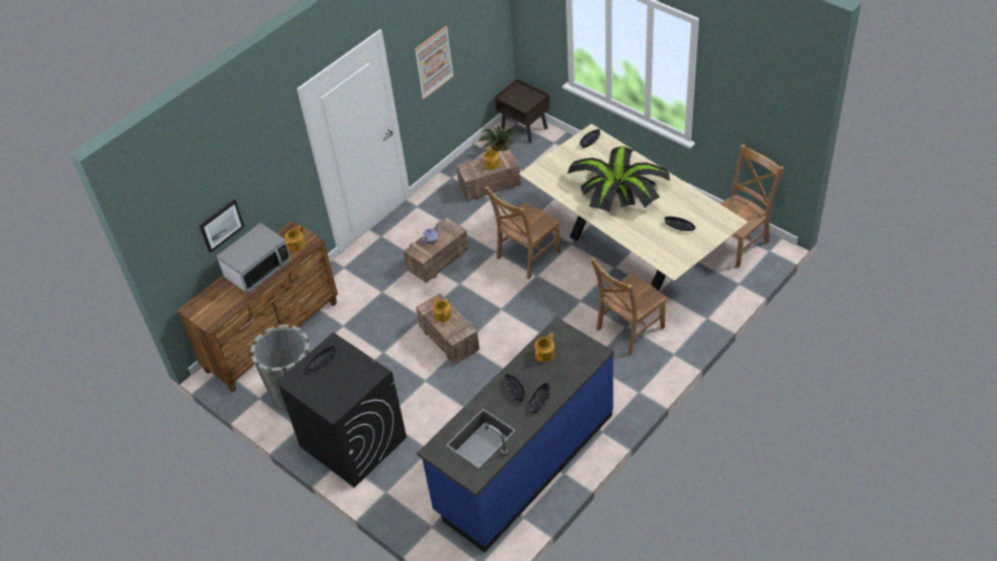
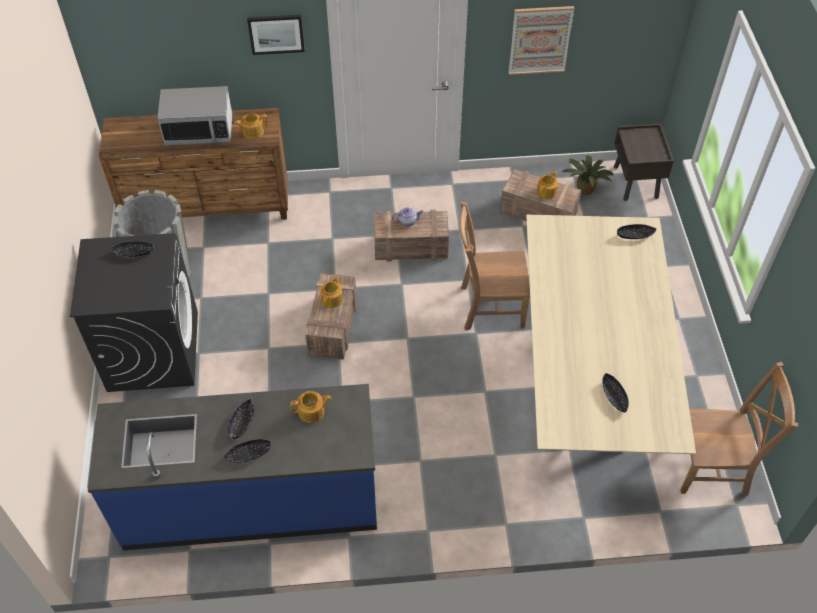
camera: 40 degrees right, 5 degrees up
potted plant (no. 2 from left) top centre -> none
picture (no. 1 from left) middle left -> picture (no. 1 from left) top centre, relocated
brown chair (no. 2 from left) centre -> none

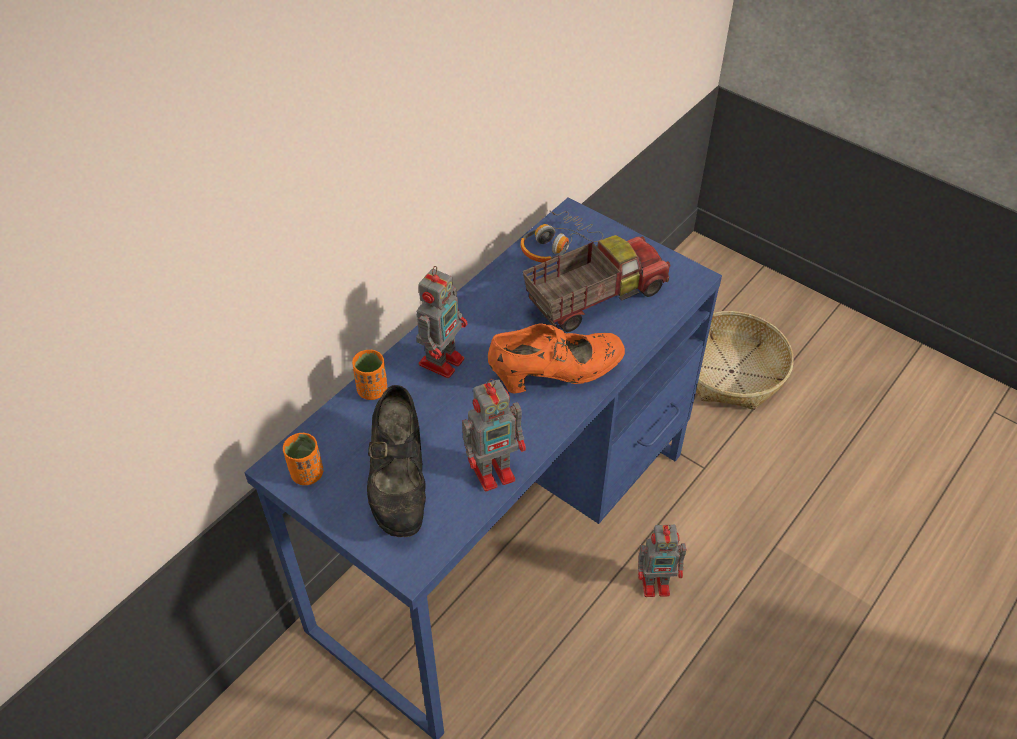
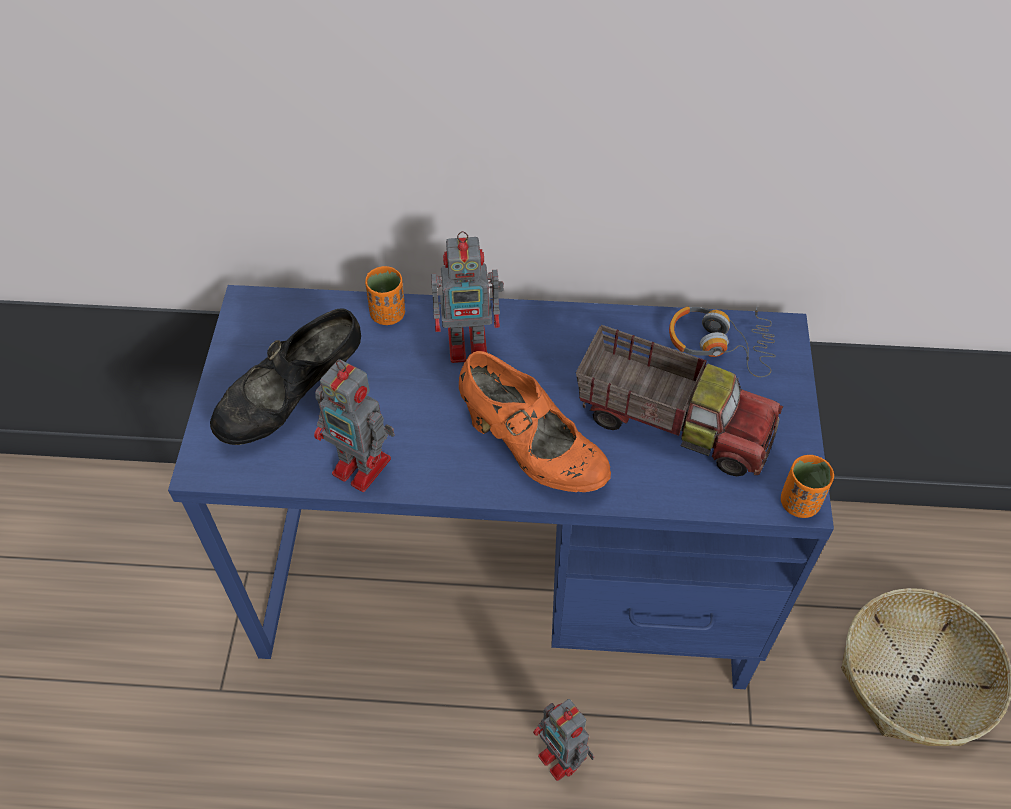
camera: 55 degrees right, 5 degrees up
orange cup (no. 1 from left in the first image) middle left -> orange cup (no. 2 from left) middle right, relocated

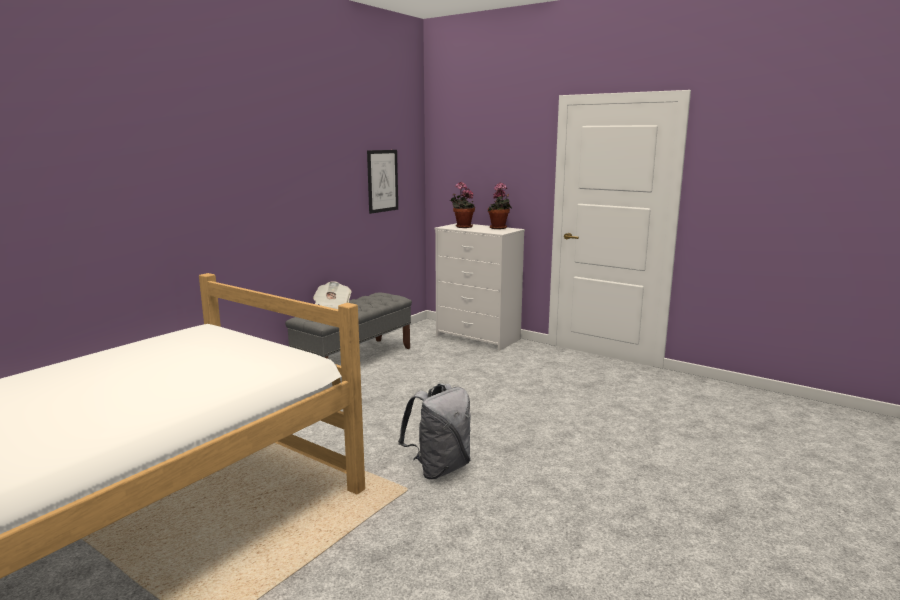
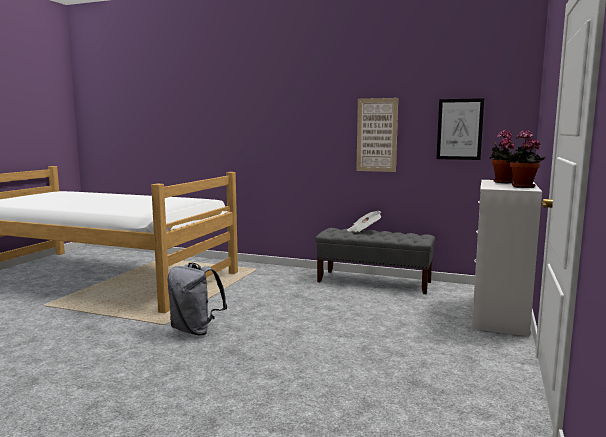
camera: 75 degrees right, 5 degrees down
none -> picture (no. 1 from left) top centre

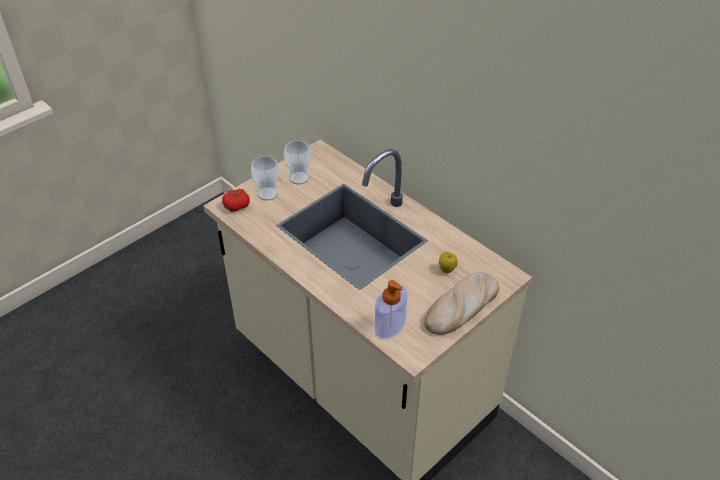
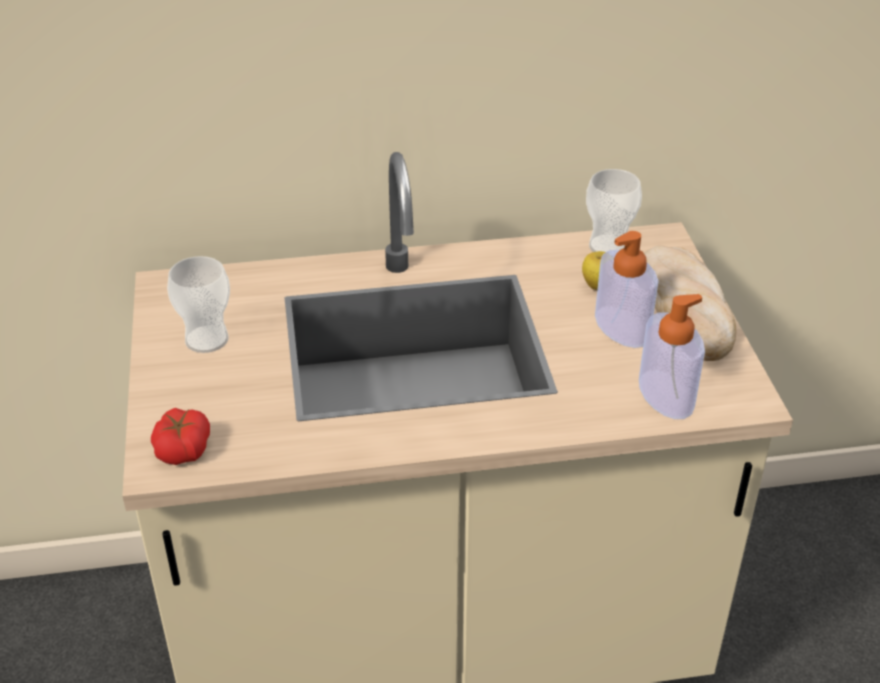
camera: 55 degrees left, 5 degrees down
cup (no. 1 from left in the first image) centre -> cup (no. 2 from left) top right, relocated
none -> soap dispenser (no. 1 from left) middle right

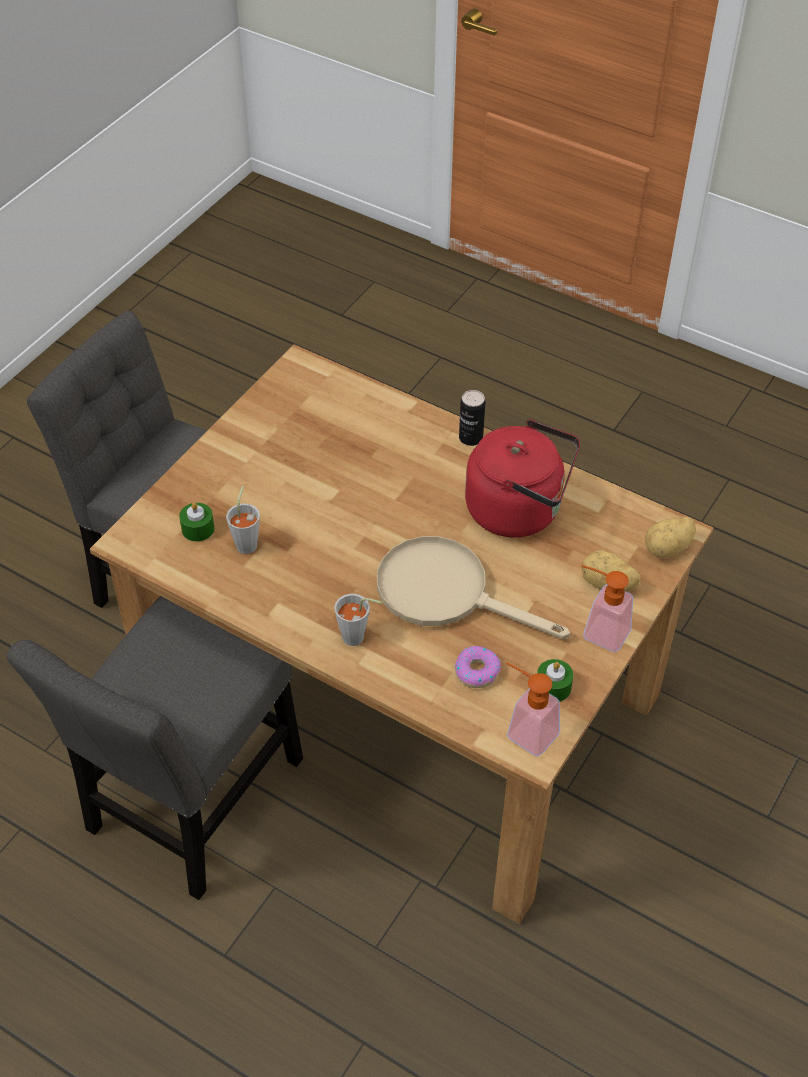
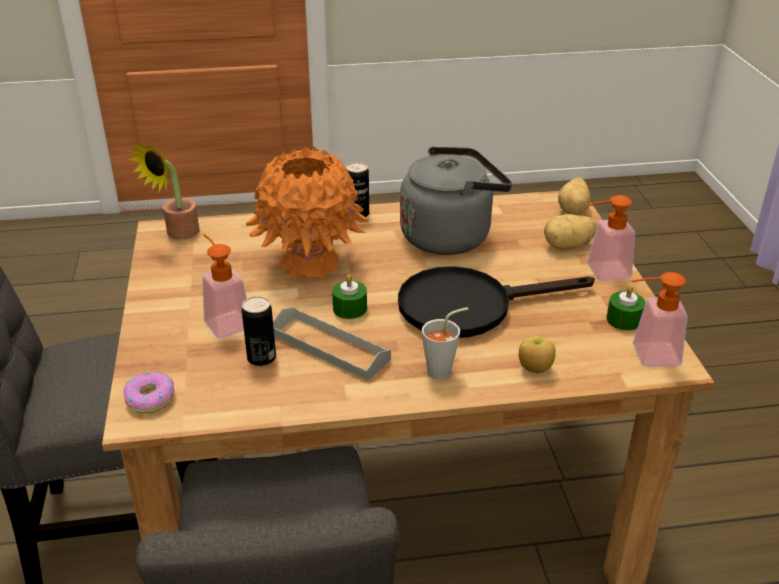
camera: 40 degrees left, 15 degrees down
red kettle centre -> grey kettle centre
grey cup (no. 1 from left) middle left -> can (no. 1 from left) middle left
green candle (no. 1 from left) middle left -> green candle (no. 1 from left) centre, relocated
beige frying pan centre -> black frying pan centre
donut centre -> donut bottom left, relocated
none -> potted plant top left
none -> orange vase centre
none -> soap dispenser (no. 1 from left) middle left
none -> grey tray centre
none -> apple middle right

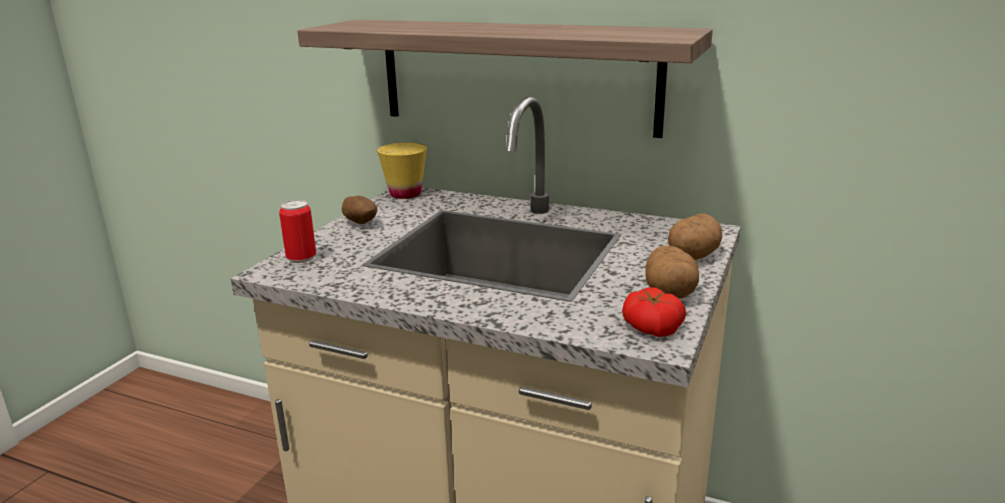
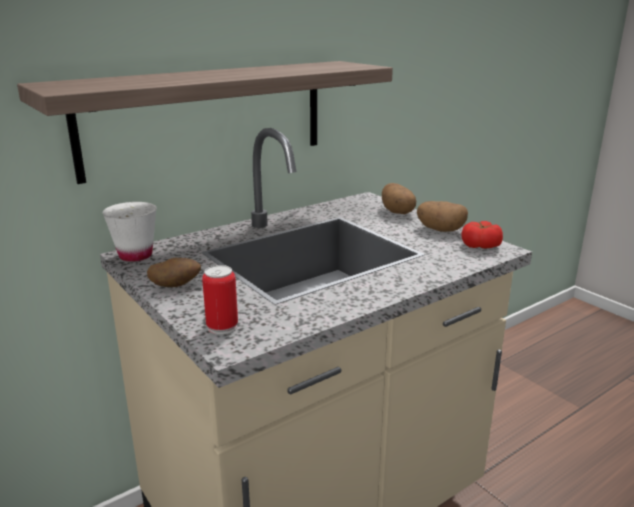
camera: 60 degrees left, 0 degrees up
yellow cup centre -> white cup middle left

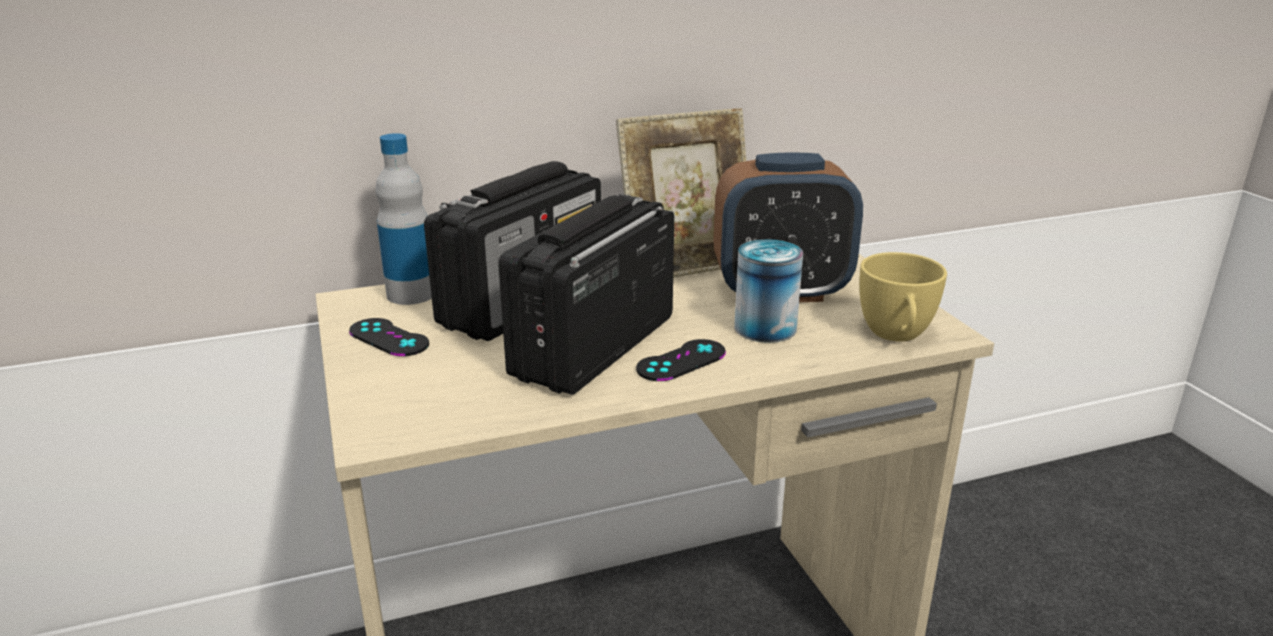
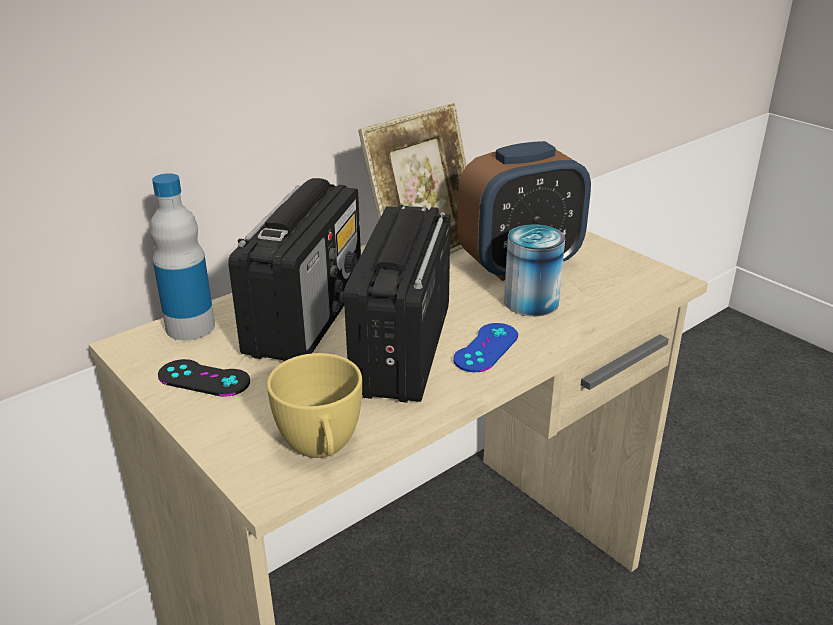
camera: 20 degrees left, 5 degrees up
yellow cup middle right -> yellow cup centre, relocated
black game controller (no. 2 from left) centre -> blue game controller centre

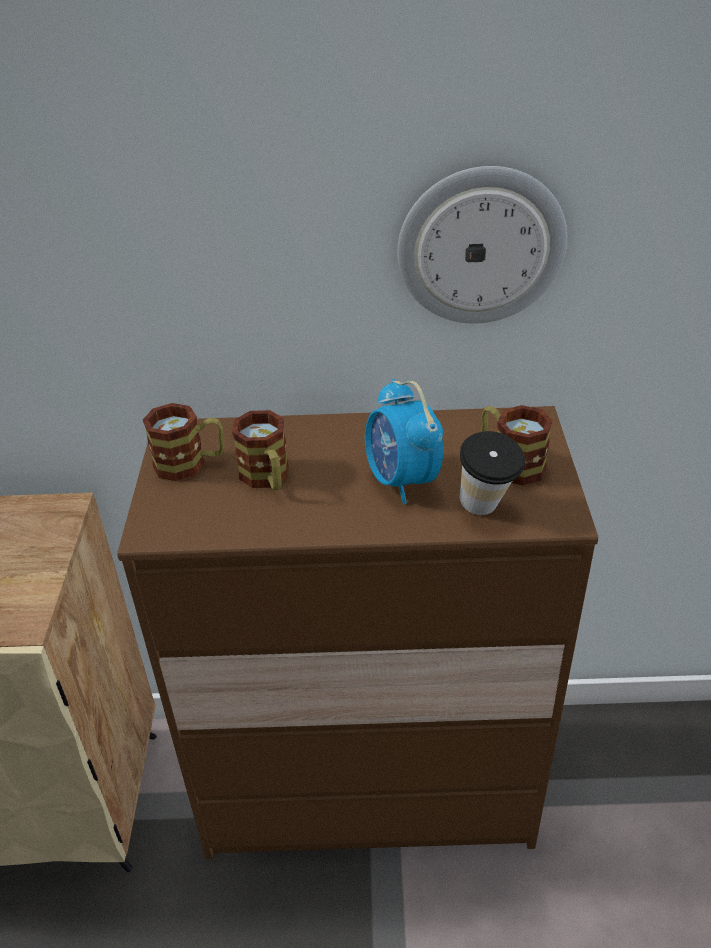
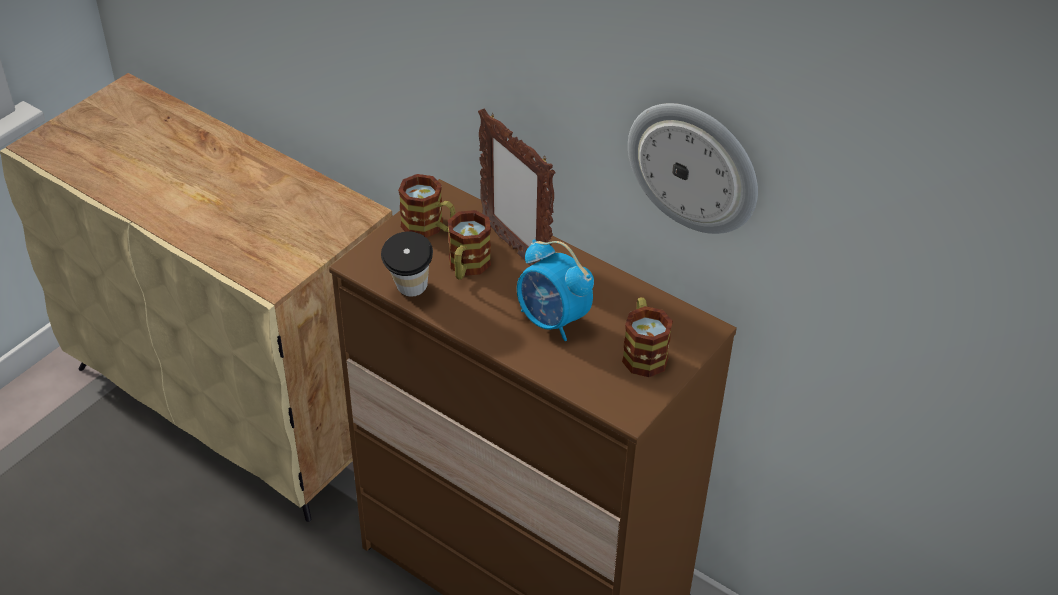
camera: 35 degrees right, 5 degrees up
alarm clock centre, 60 degrees counterclockwise
cup middle right -> cup centre, relocated
none -> picture frame top centre

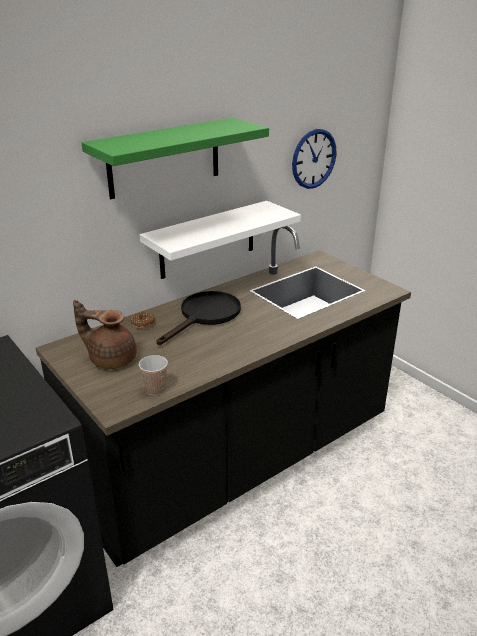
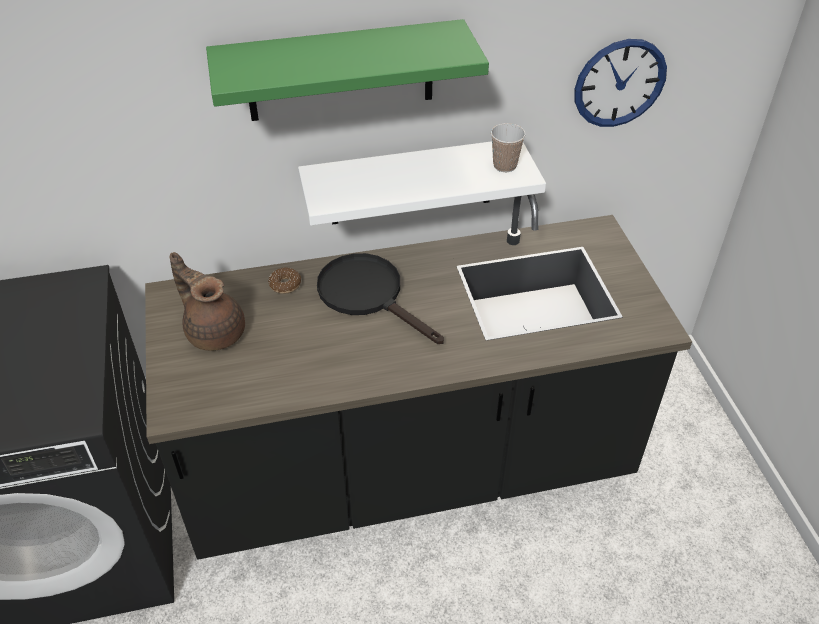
camera: 25 degrees right, 15 degrees up
black frying pan centre, 105 degrees counterclockwise
cup middle left -> cup top centre, relocated

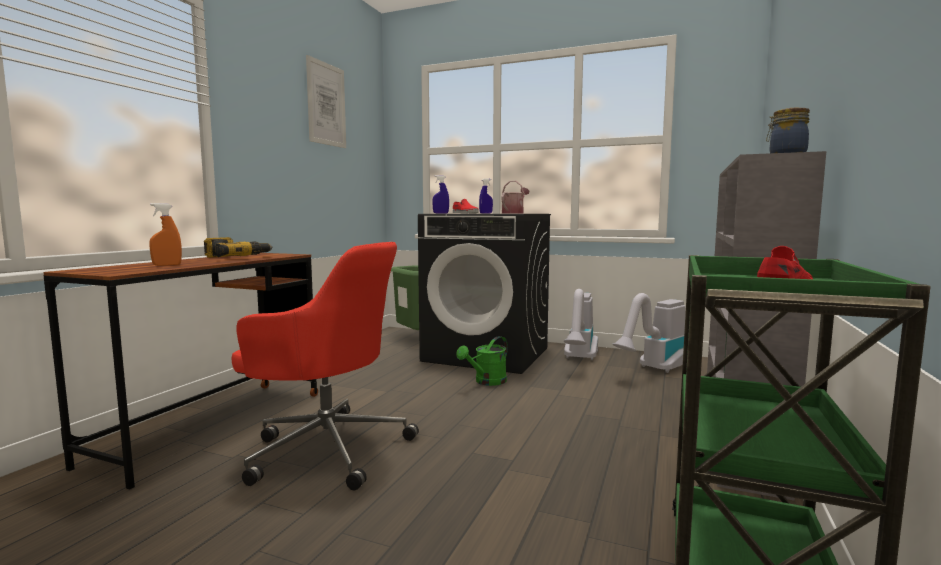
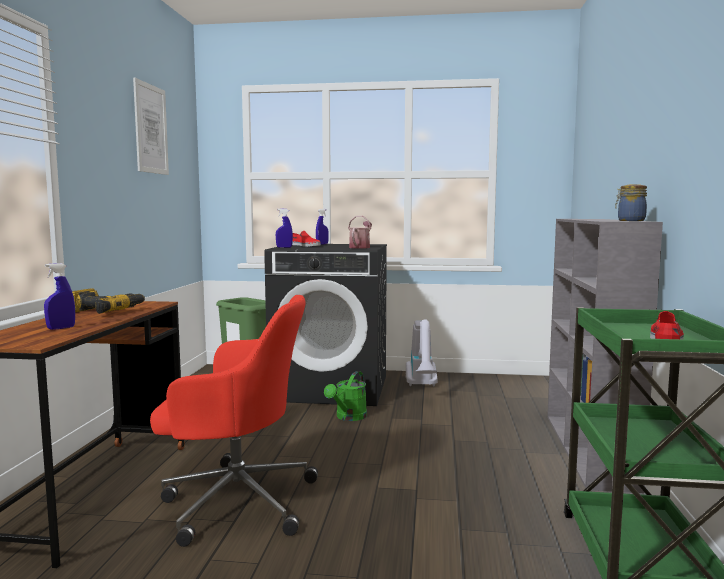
camera: 15 degrees left, 0 degrees up
orange spray bottle middle left -> blue spray bottle (no. 1 from left) middle left
vacuum cleaner (no. 2 from left) middle right -> none

